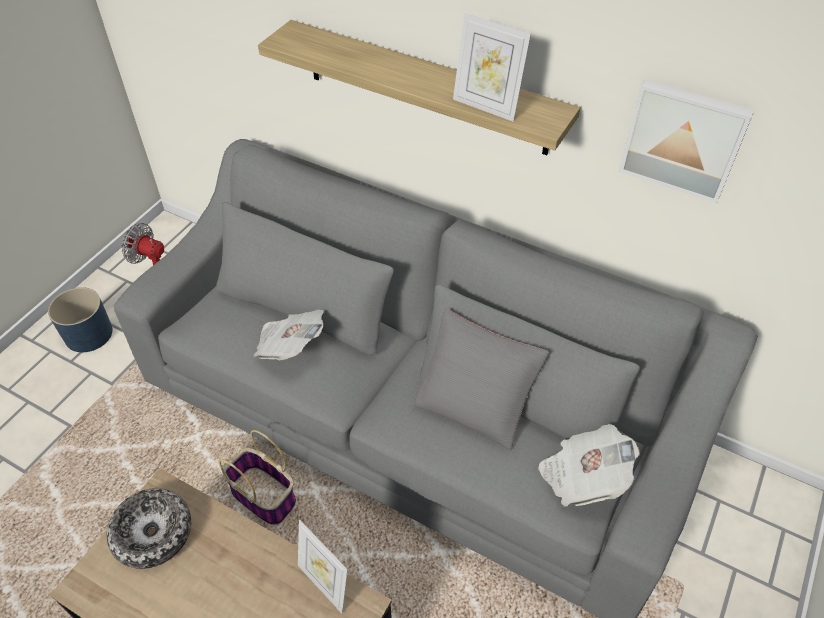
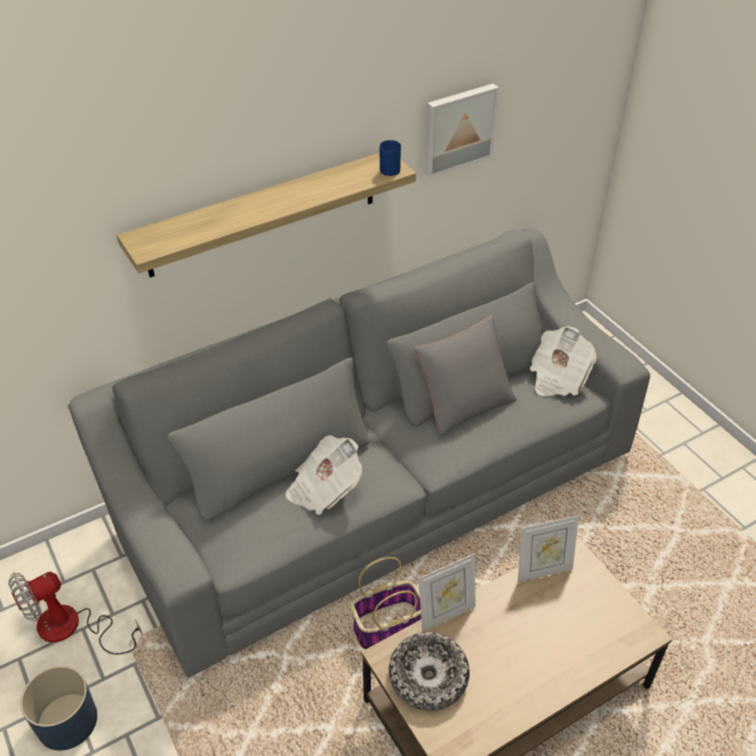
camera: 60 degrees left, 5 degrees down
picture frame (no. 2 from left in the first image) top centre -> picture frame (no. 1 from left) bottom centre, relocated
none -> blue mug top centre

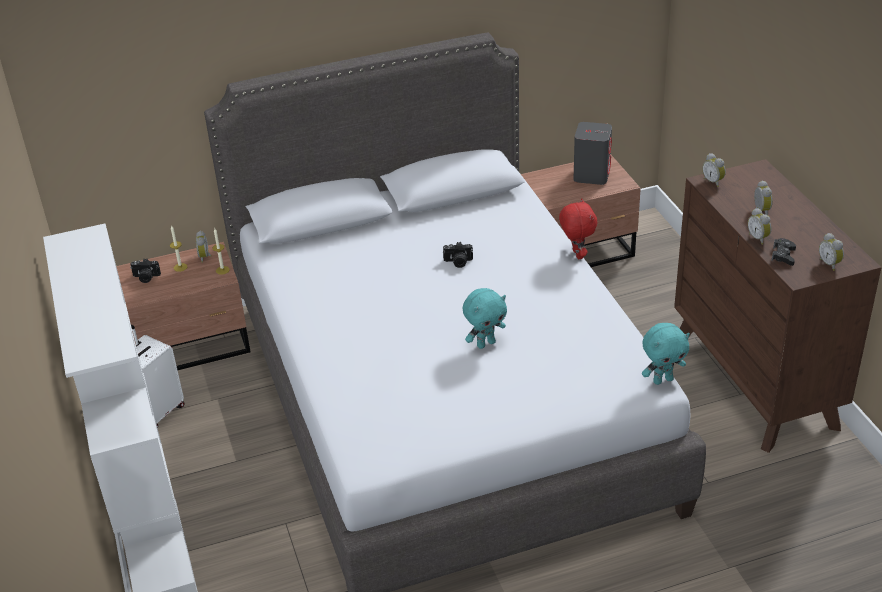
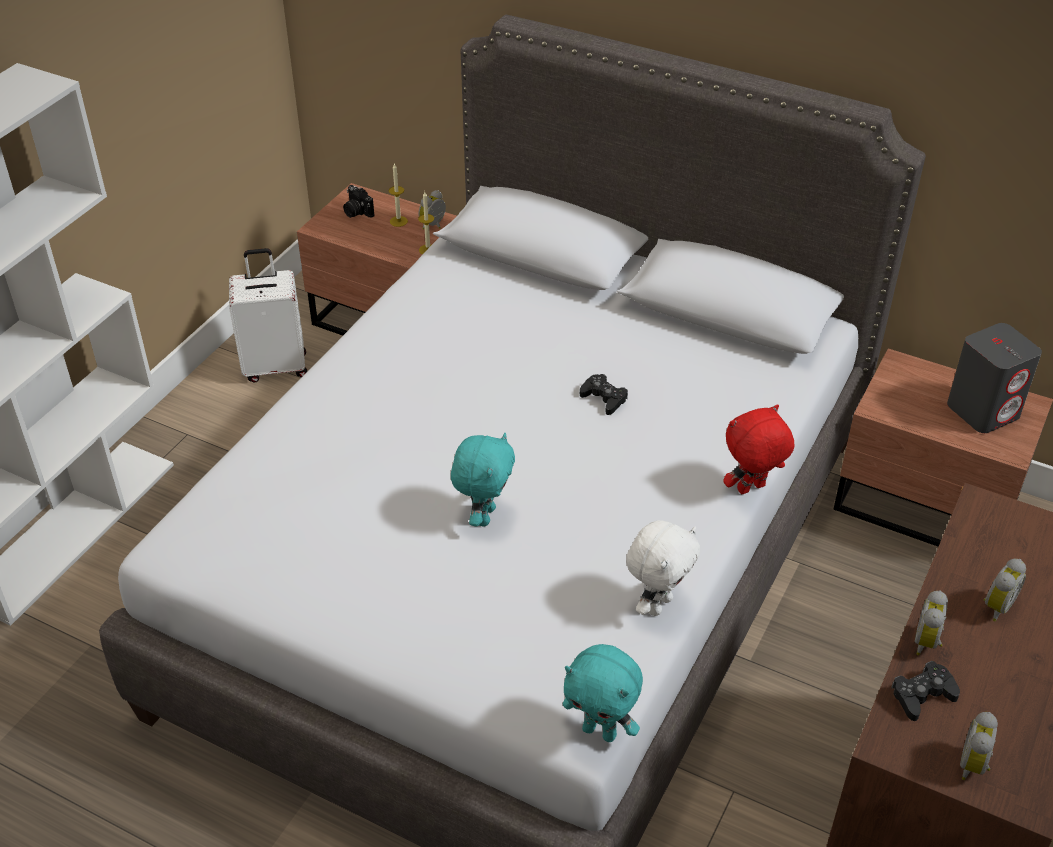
camera: 45 degrees right, 5 degrees up
alarm clock (no. 2 from left) top right -> none
red plush toy centre -> red plush toy middle right, 150 degrees counterclockwise
photo camera (no. 2 from left) centre -> black game controller (no. 1 from left) centre
turquoise plush toy (no. 1 from left) centre, 90 degrees counterclockwise
none -> white plush toy bottom centre

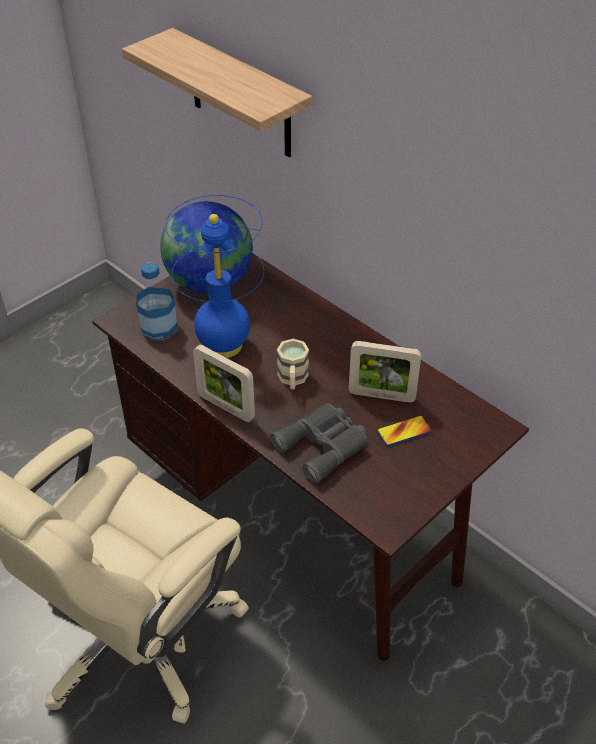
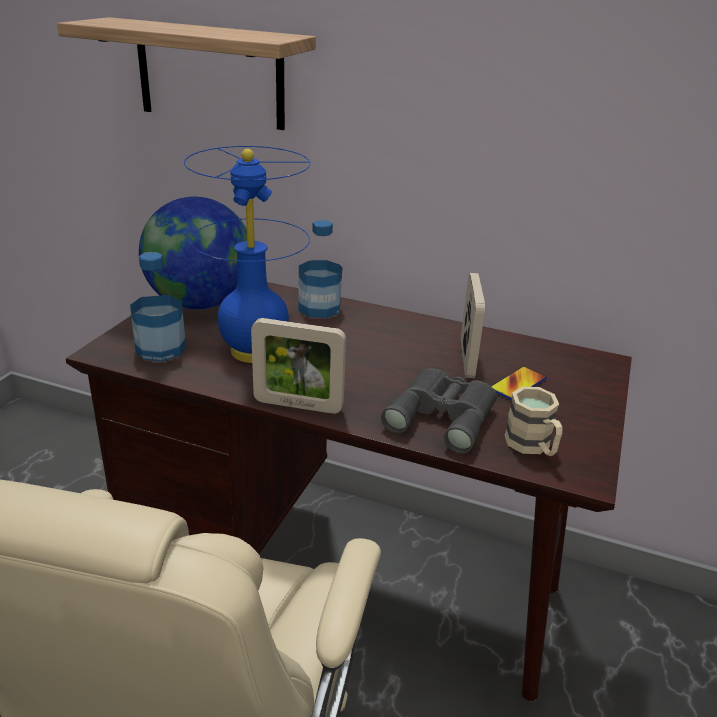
camera: 25 degrees left, 15 degrees down
beige mug centre -> beige mug middle right, relocated
picture frame (no. 2 from left) centre, 75 degrees counterclockwise
none -> bottle (no. 2 from left) centre

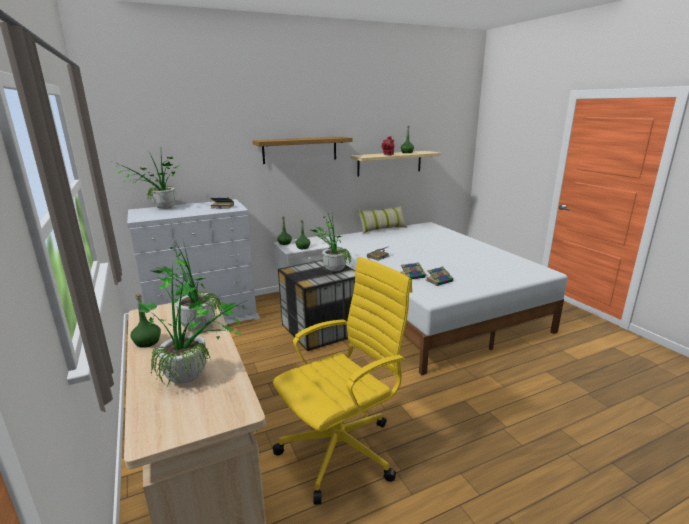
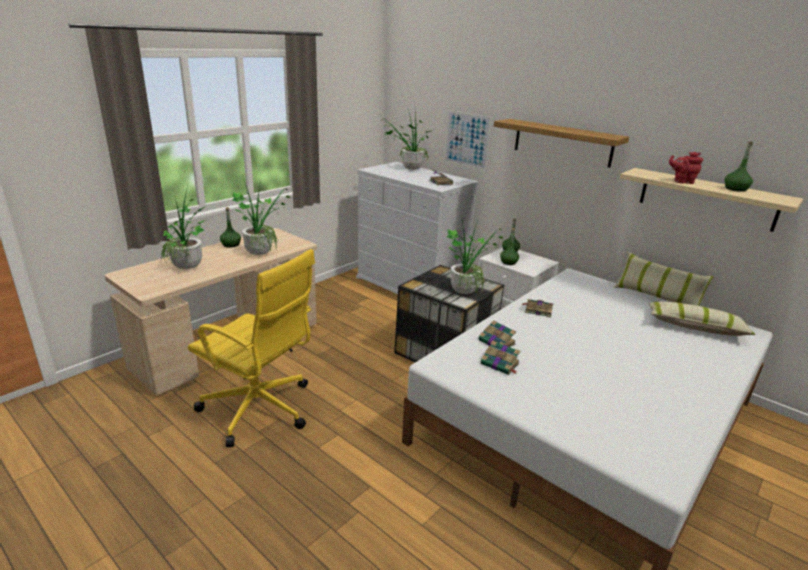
camera: 65 degrees right, 5 degrees up
none -> picture top centre
none -> pillow (no. 2 from left) middle right

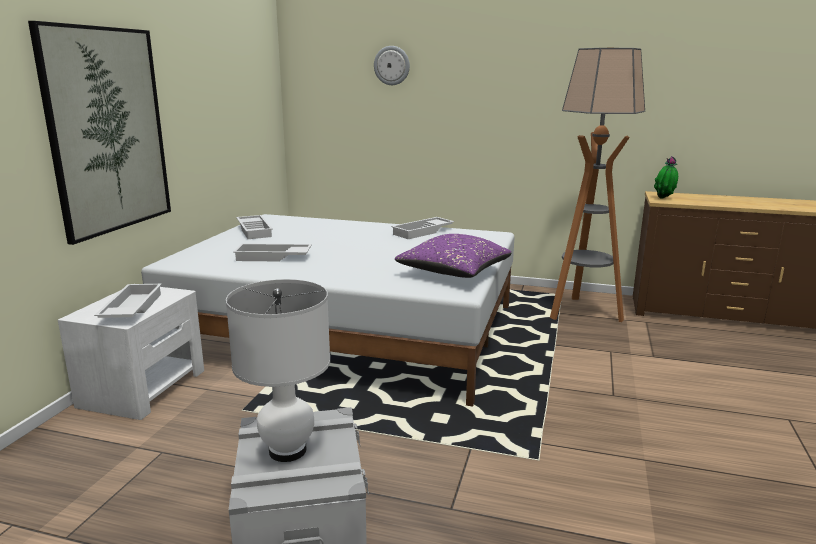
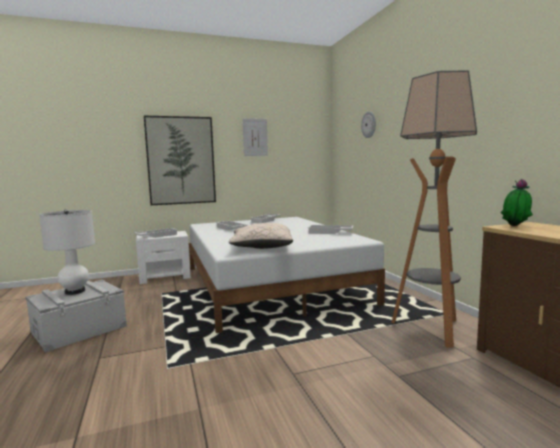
camera: 55 degrees right, 10 degrees down
purple pillow centre -> beige pillow centre
none -> picture (no. 2 from left) top centre

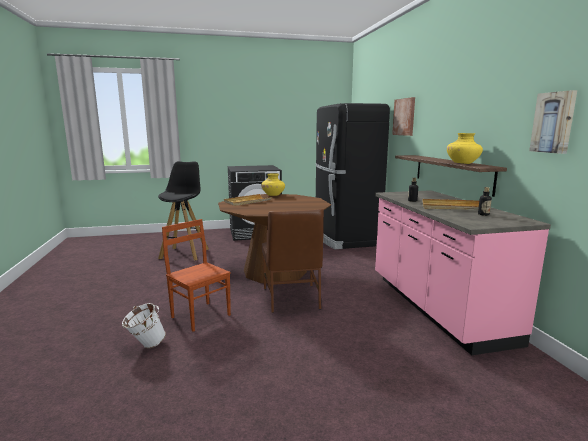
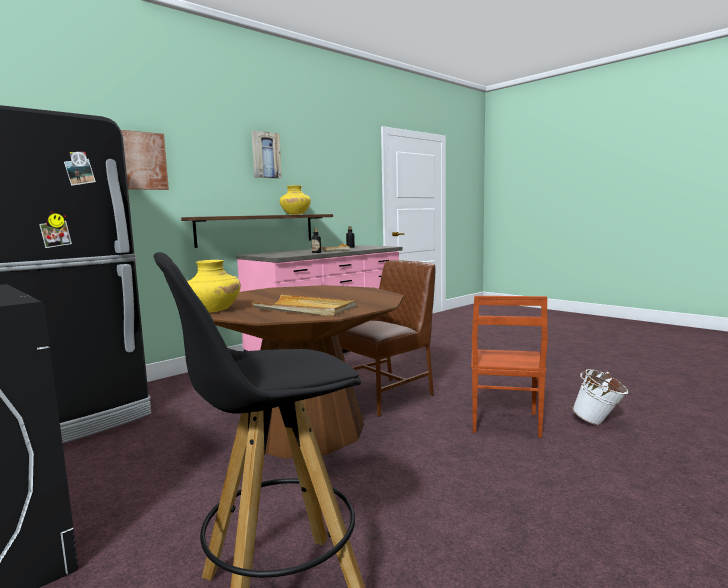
camera: 120 degrees left, 5 degrees down
picture (no. 2 from left) top right -> picture (no. 2 from left) top centre, relocated

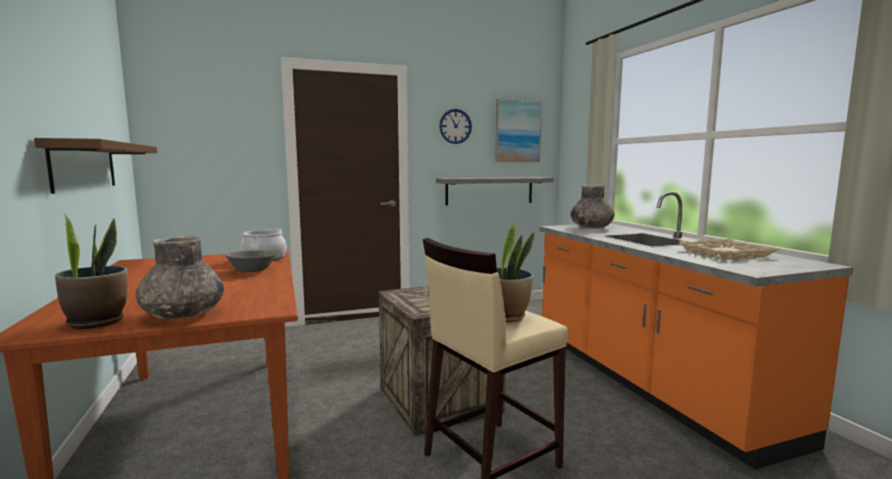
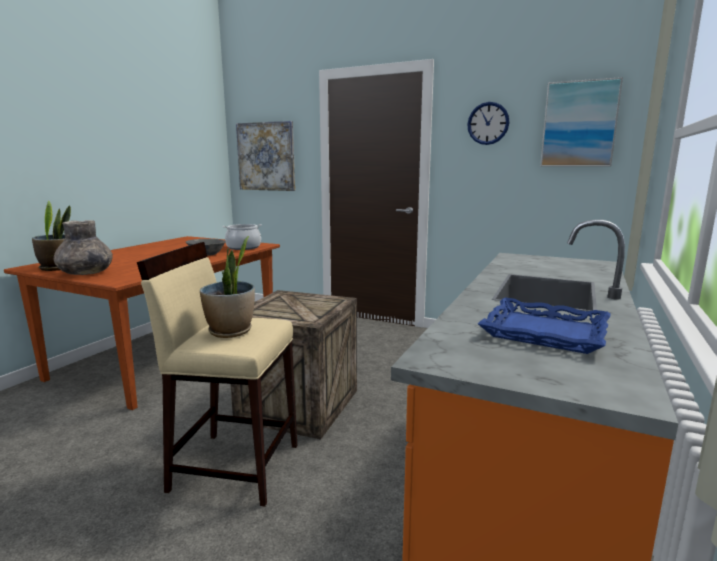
camera: 45 degrees right, 5 degrees up
brown shelf middle left -> none
grey shelf centre -> none
grey vase (no. 2 from left) centre -> none
beige tray middle right -> blue tray middle right
none -> picture (no. 1 from left) top centre

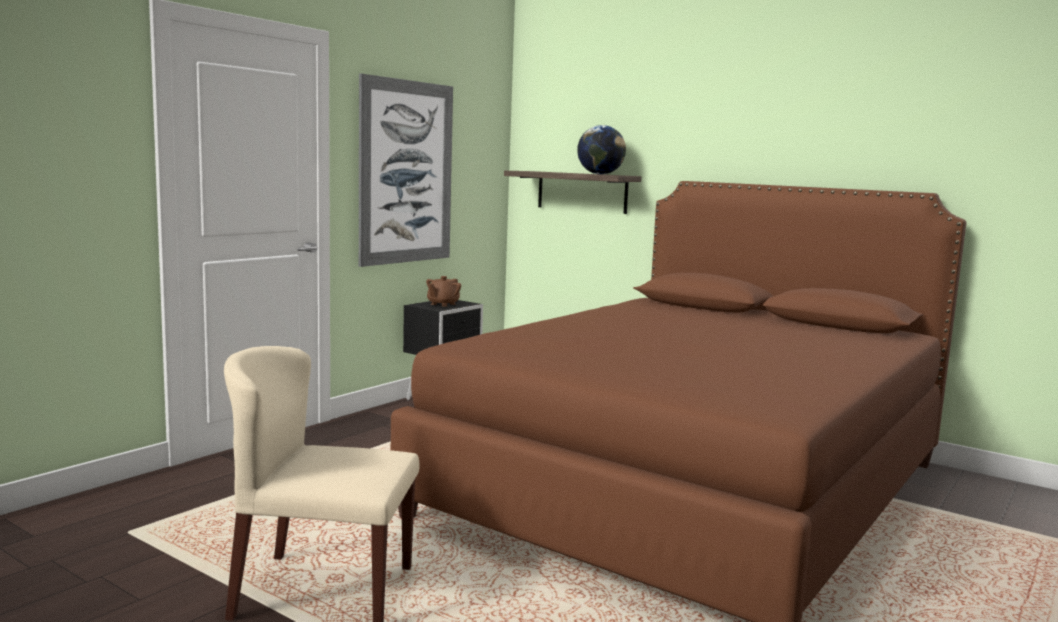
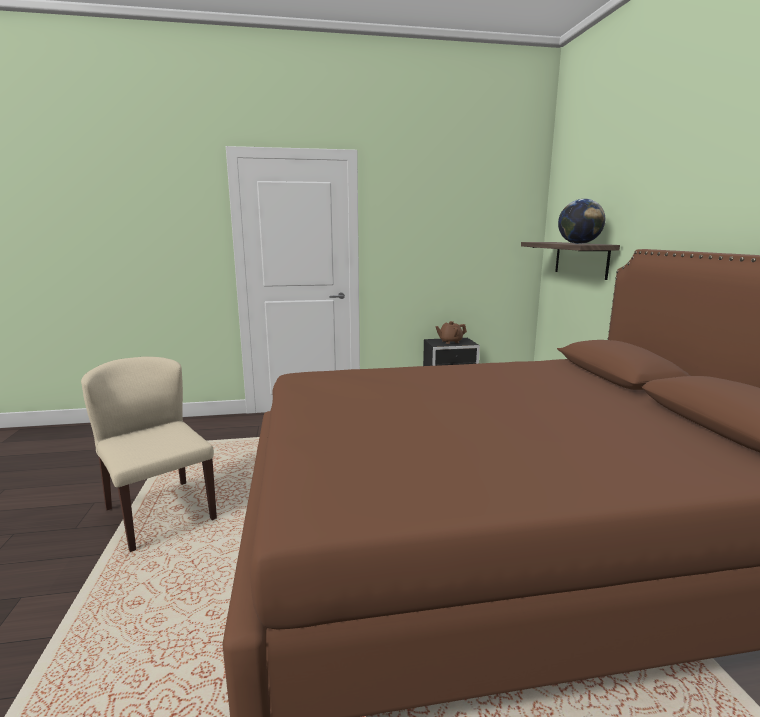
camera: 45 degrees right, 5 degrees up
picture top centre -> none

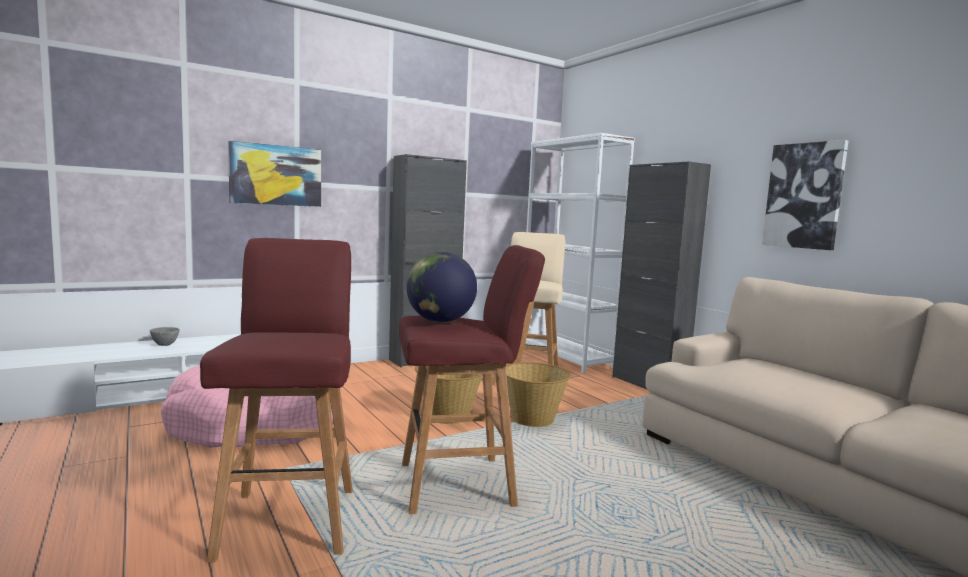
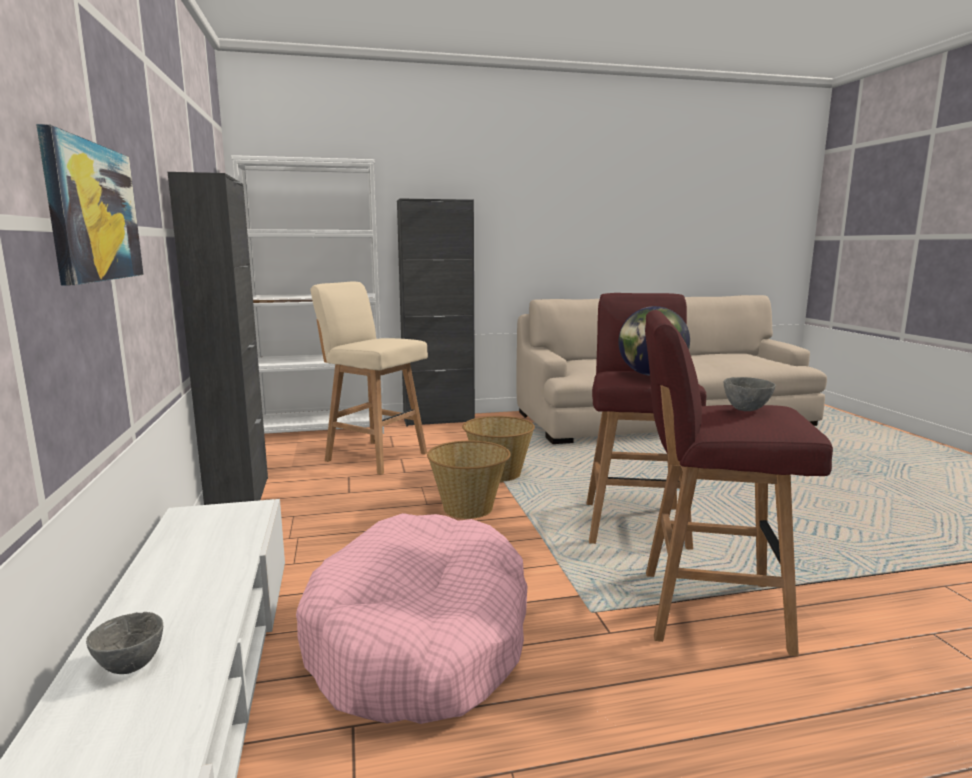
camera: 70 degrees left, 5 degrees up
picture (no. 2 from left) middle right -> none
none -> grey bowl (no. 2 from left) middle right

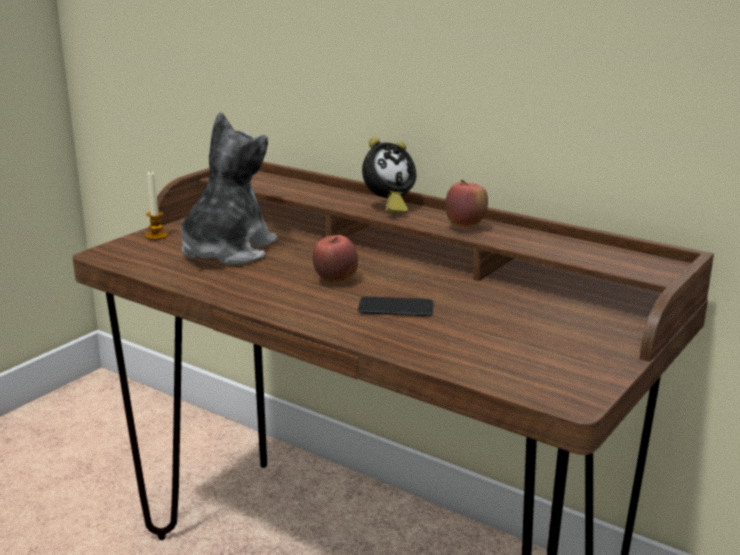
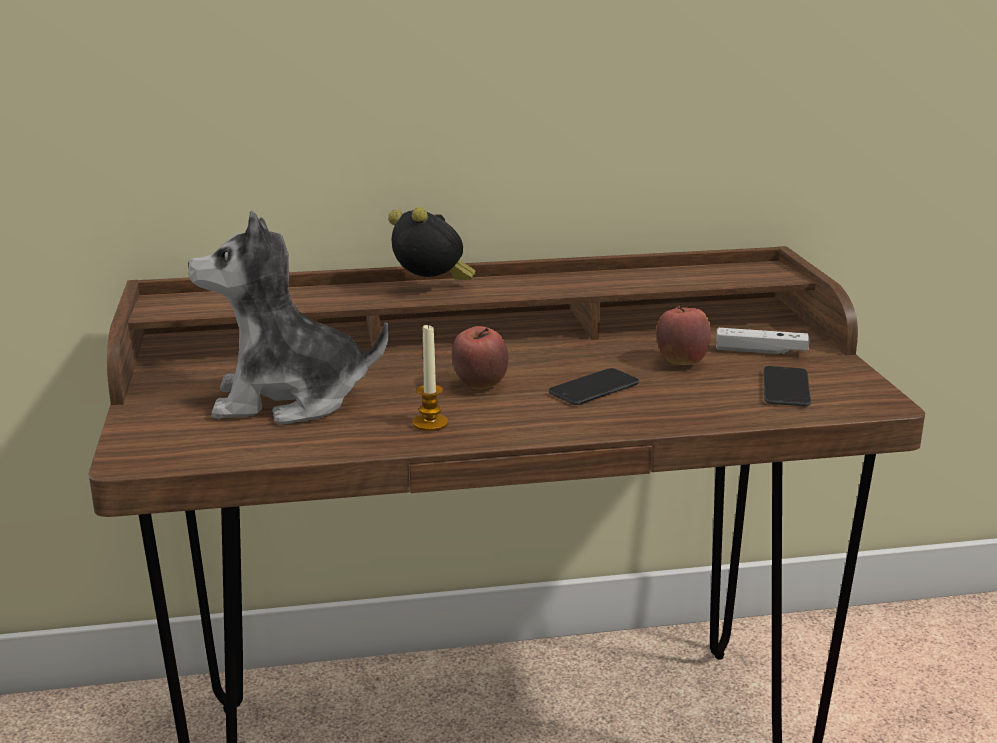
camera: 45 degrees left, 0 degrees up
plush toy middle left, 75 degrees counterclockwise
alarm clock top centre, 60 degrees counterclockwise
candle middle left -> candle centre, relocated
apple (no. 2 from left) centre -> apple (no. 2 from left) middle right, relocated
none -> white game controller middle right
none -> phone (no. 2 from left) middle right

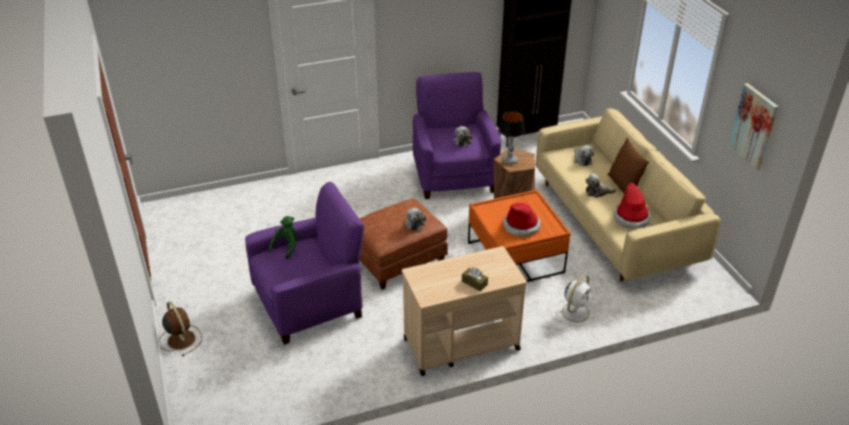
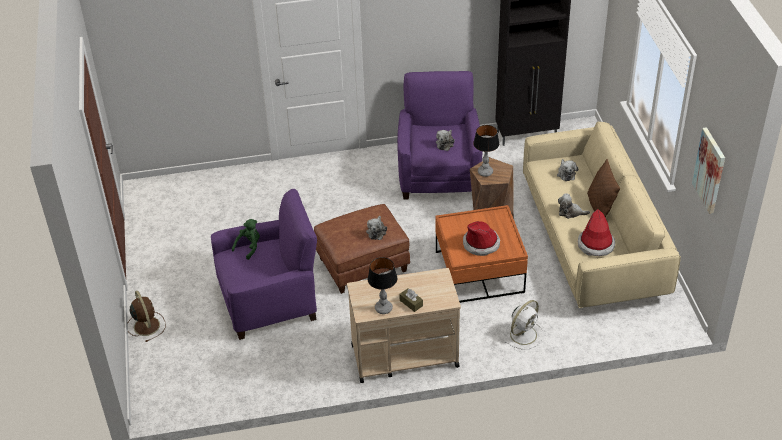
camera: 10 degrees right, 5 degrees up
none -> table lamp (no. 1 from left) centre

